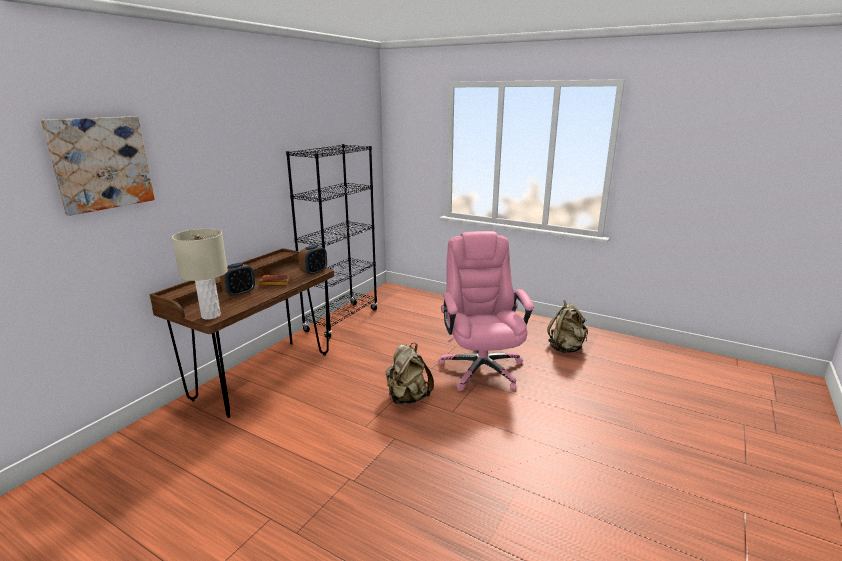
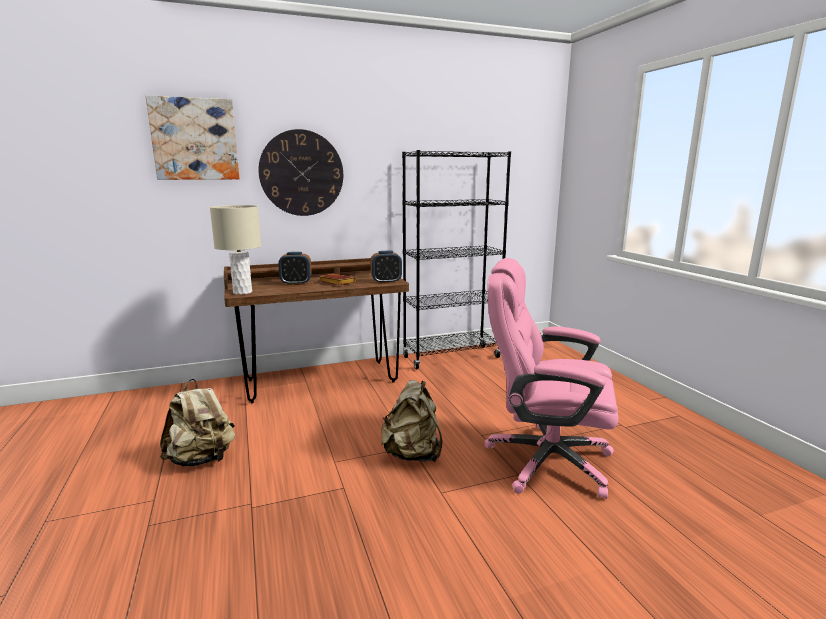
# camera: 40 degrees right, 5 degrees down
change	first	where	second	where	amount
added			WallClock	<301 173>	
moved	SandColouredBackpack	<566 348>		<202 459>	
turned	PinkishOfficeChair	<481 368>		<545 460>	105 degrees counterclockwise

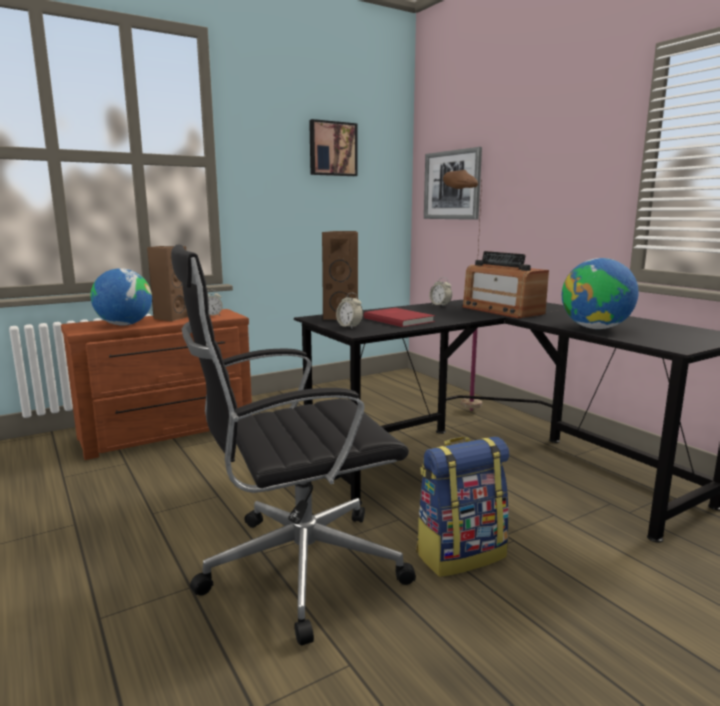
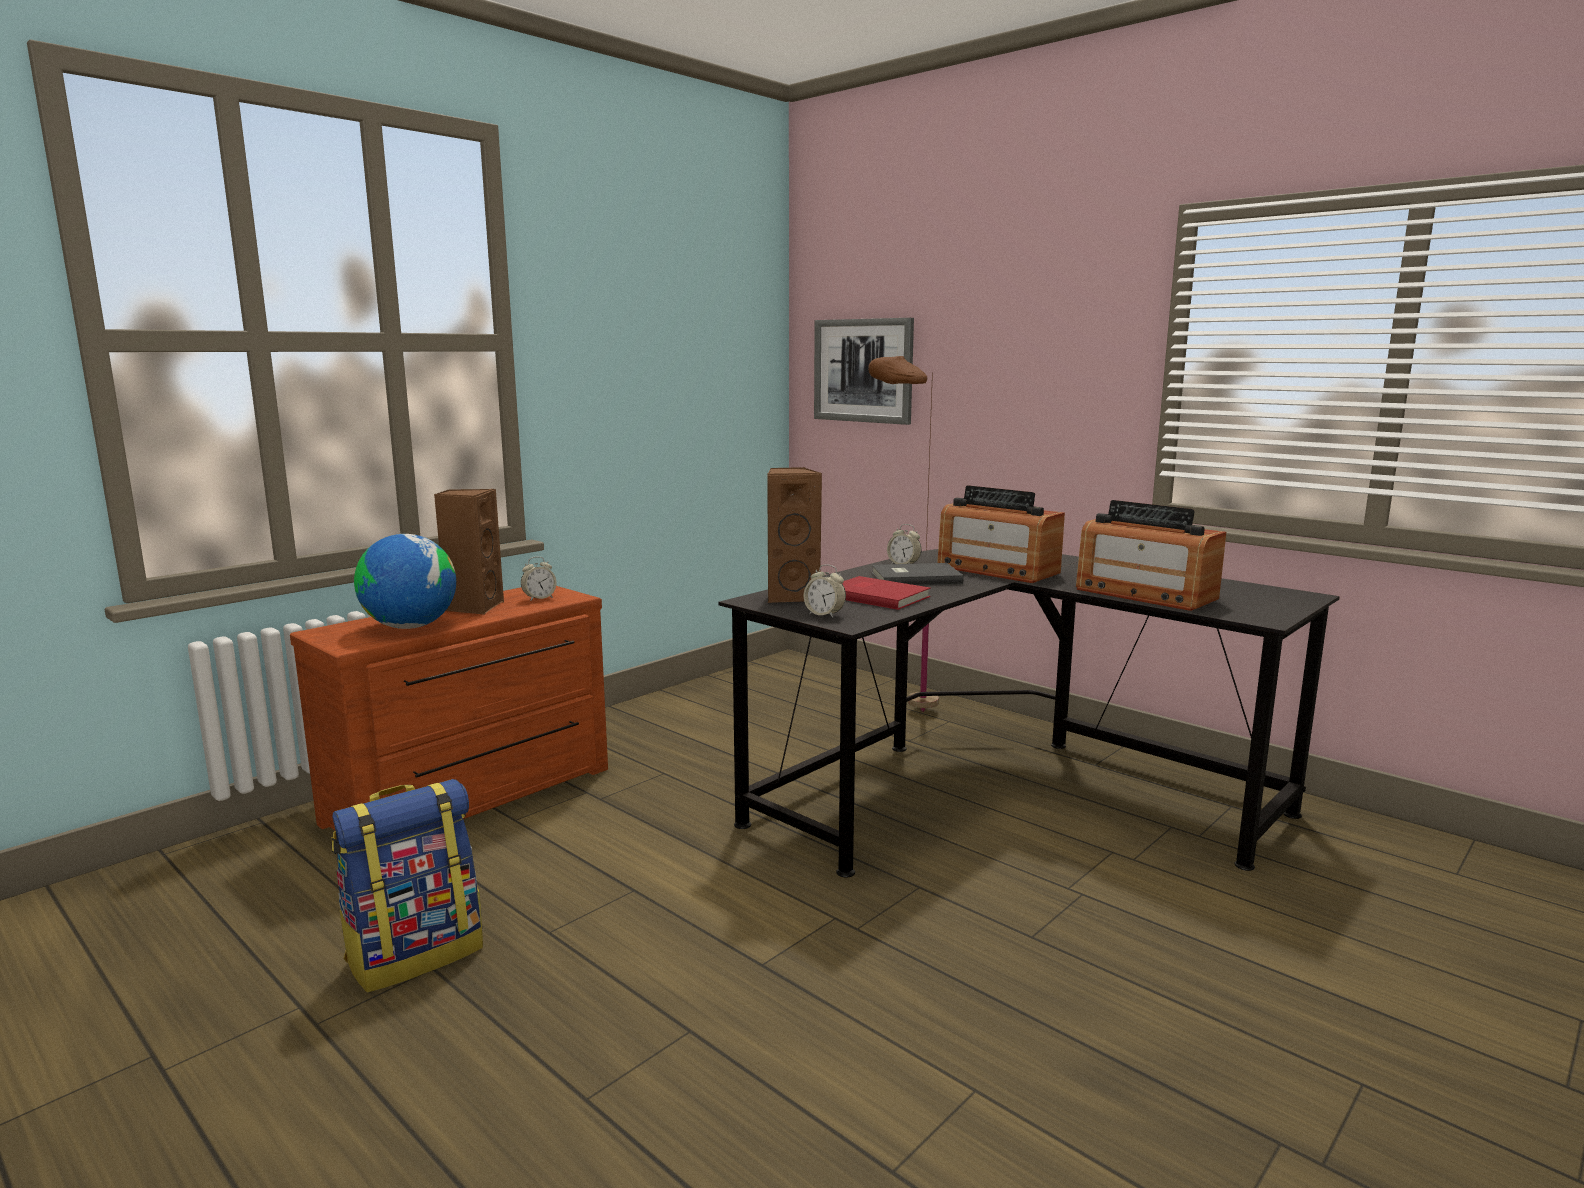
# camera: 15 degrees left, 0 degrees up
change	first	where	second	where	amount
removed	BlackColouredOfficeChair	<296 568>			
removed	Picture	<332 149>			
added			GreyVolume	<914 578>	
moved	Backpack	<460 554>		<416 954>	
replaced	Globe	<595 328>	RadioReceiver	<1145 594>	

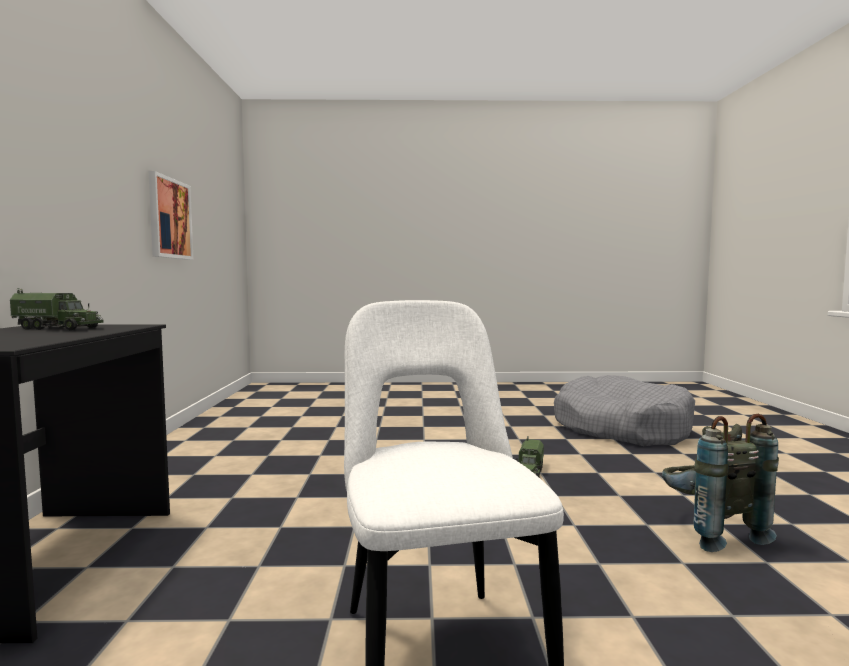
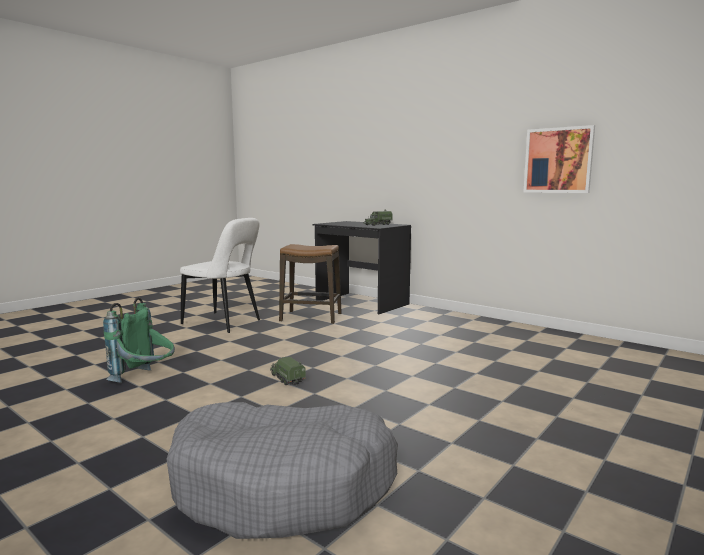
# camera: 130 degrees right, 5 degrees up
change	first	where	second	where	amount
added			StoolSeat	<311 317>	
recoloured	GreyBackpack	<708 531>	GreenBackpack	<146 379>	

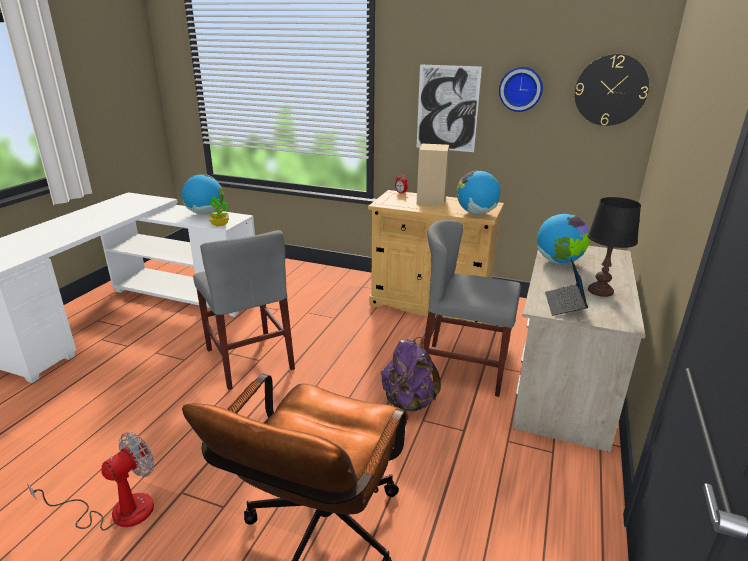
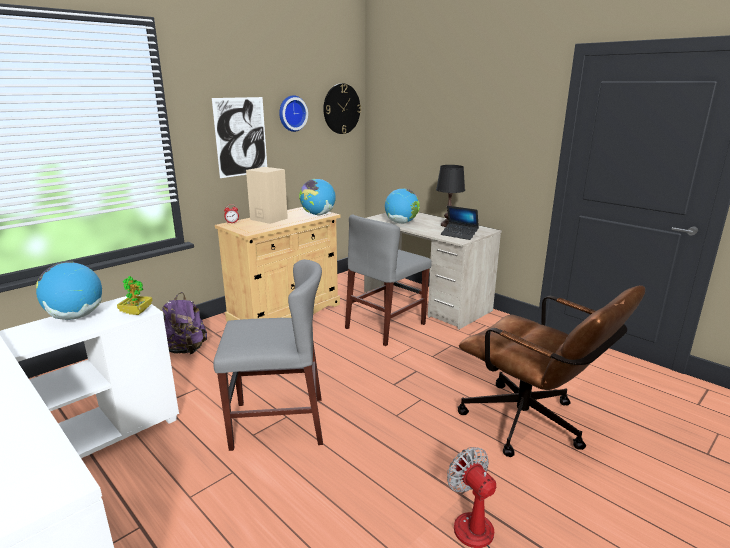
# camera: 65 degrees left, 5 degrees down
change	first	where	second	where	amount
moved	PurpleBackpack	<408 403>		<186 350>	

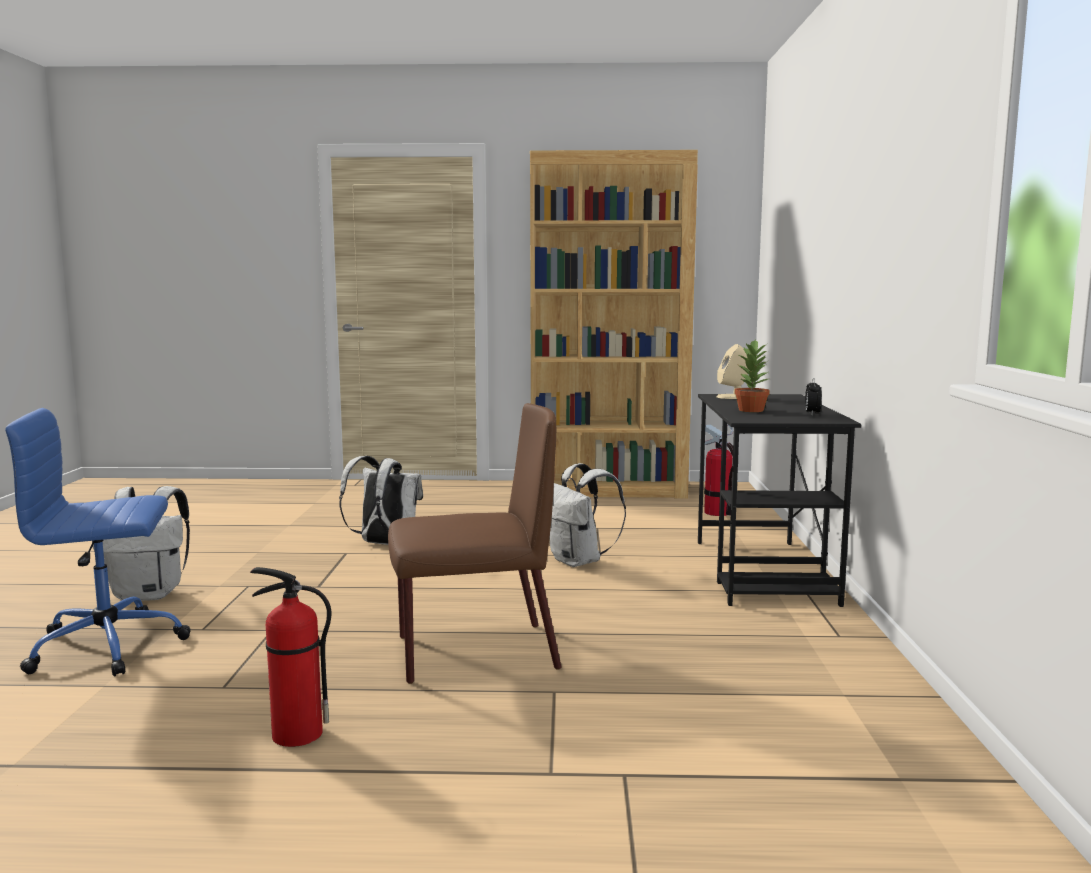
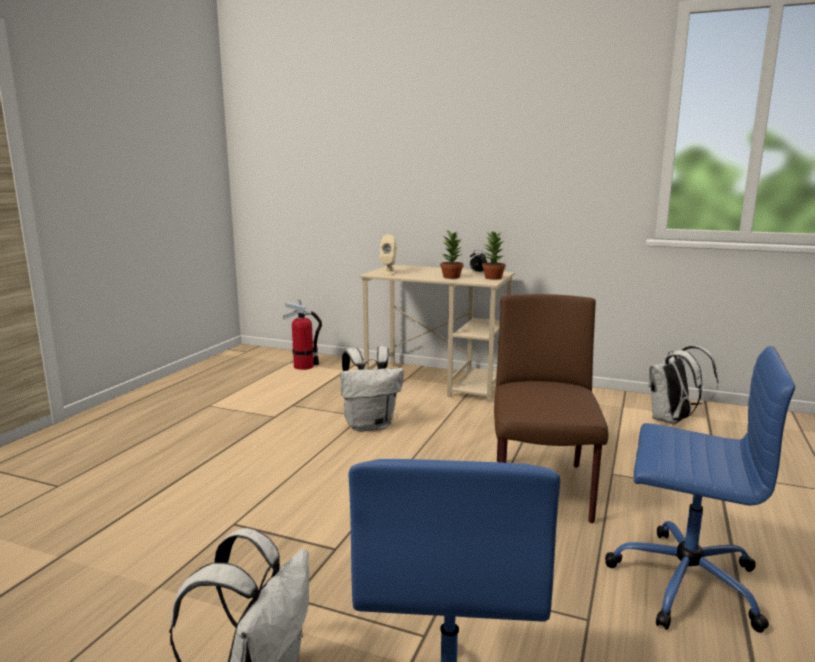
# camera: 70 degrees left, 5 degrees up
change	first	where	second	where	amount
removed	BrownColouredBookcase	<608 489>			
added			PlantInAPot	<492 278>	
moved	WhiteBackpack	<384 544>		<672 421>	
replaced	FireExtinguisher	<295 734>	BlueOfficeChair	<683 581>	
recoloured	BlackColouredDeskUnit	<763 572>	SandColouredDeskUnit	<438 382>	

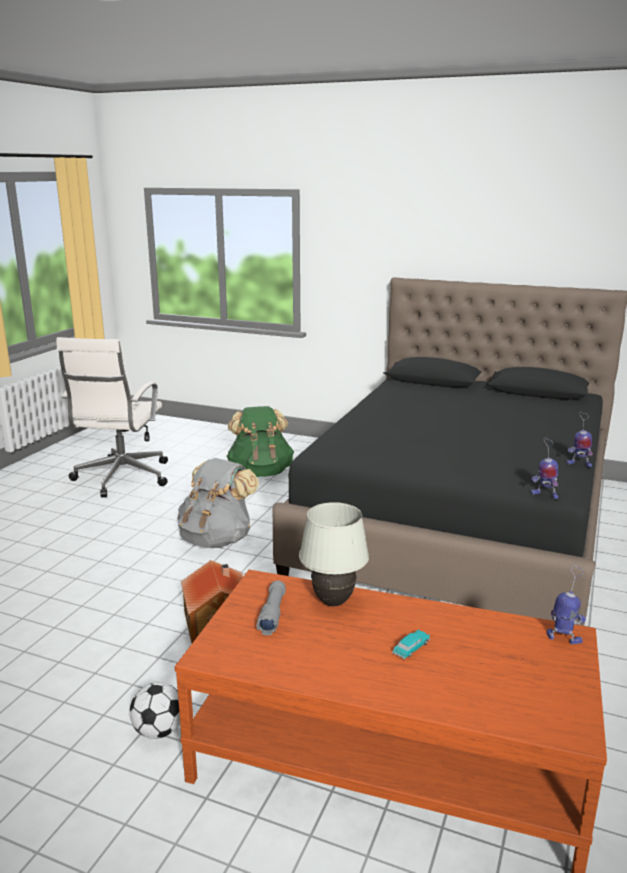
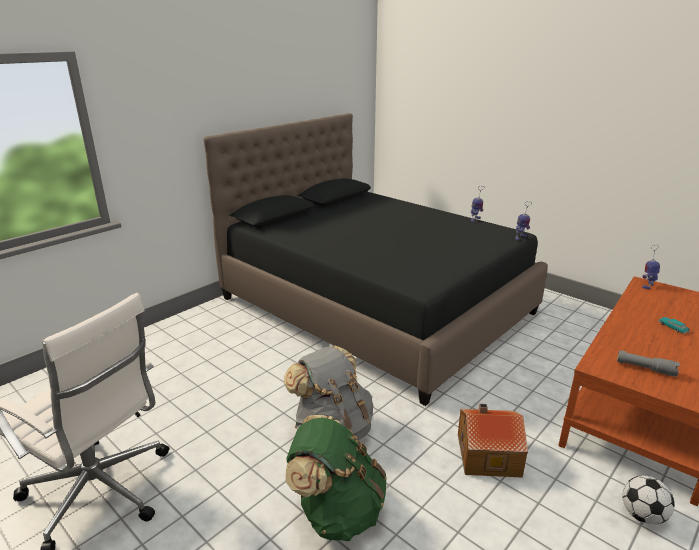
# camera: 70 degrees left, 5 degrees up
change	first	where	second	where	amount
removed	WhiteTabletopLamp	<333 602>			
moved	GreenBackpack	<260 473>		<337 511>	

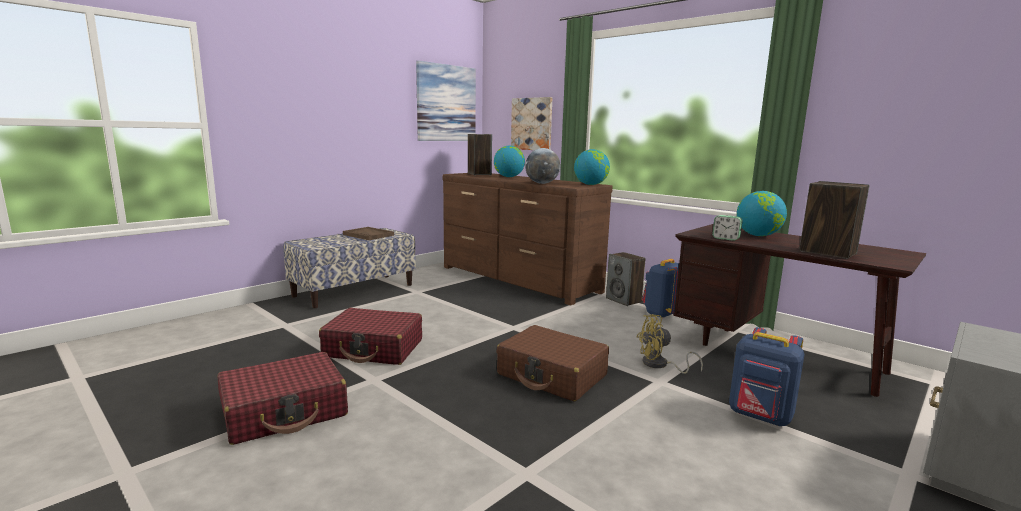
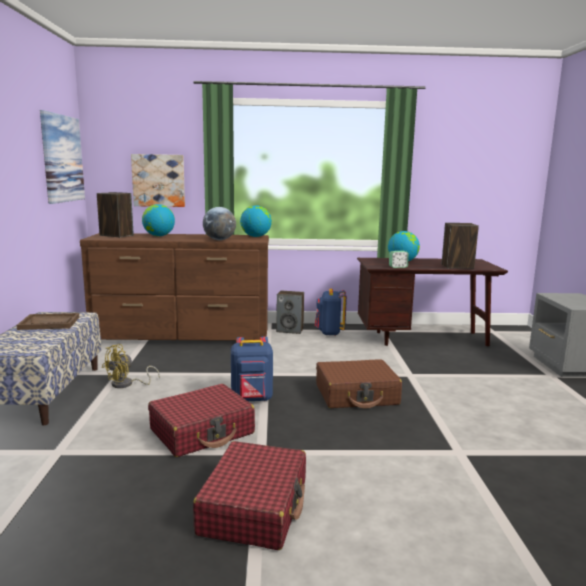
# camera: 45 degrees left, 0 degrees up
change	first	where	second	where	amount
moved	YellowishCoolingFan	<660 365>		<127 384>	
moved	BlueBackpack	<760 417>		<252 399>	

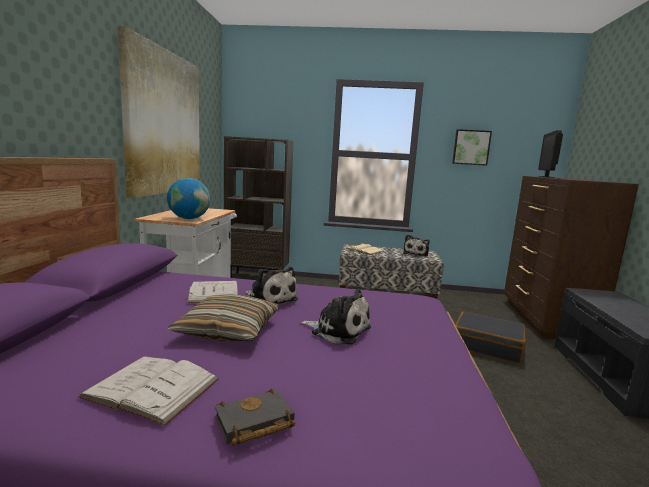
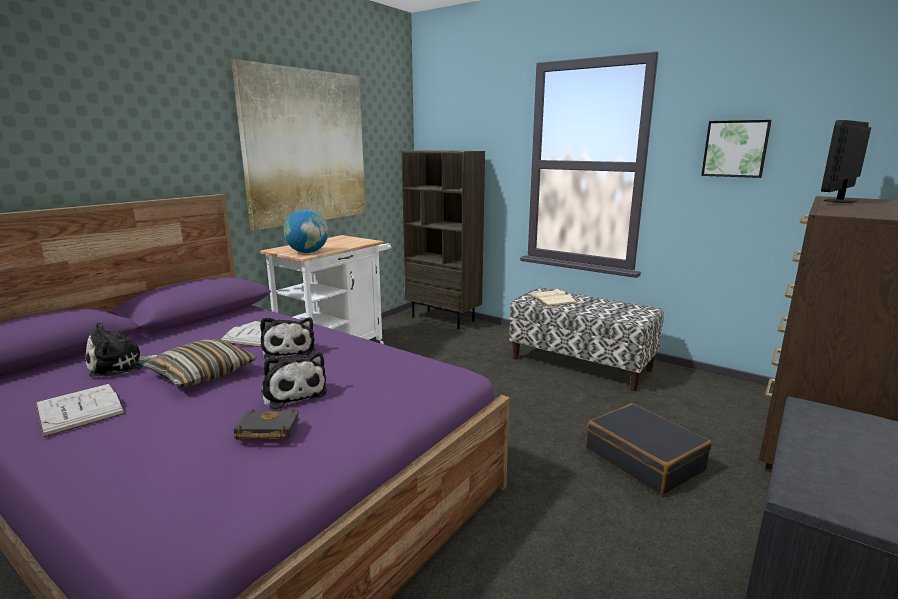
# camera: 30 degrees right, 5 degrees up
change	first	where	second	where	amount
moved	BlackColouredVolume	<253 424>		<265 430>	
moved	SoftToy	<416 254>		<121 366>	

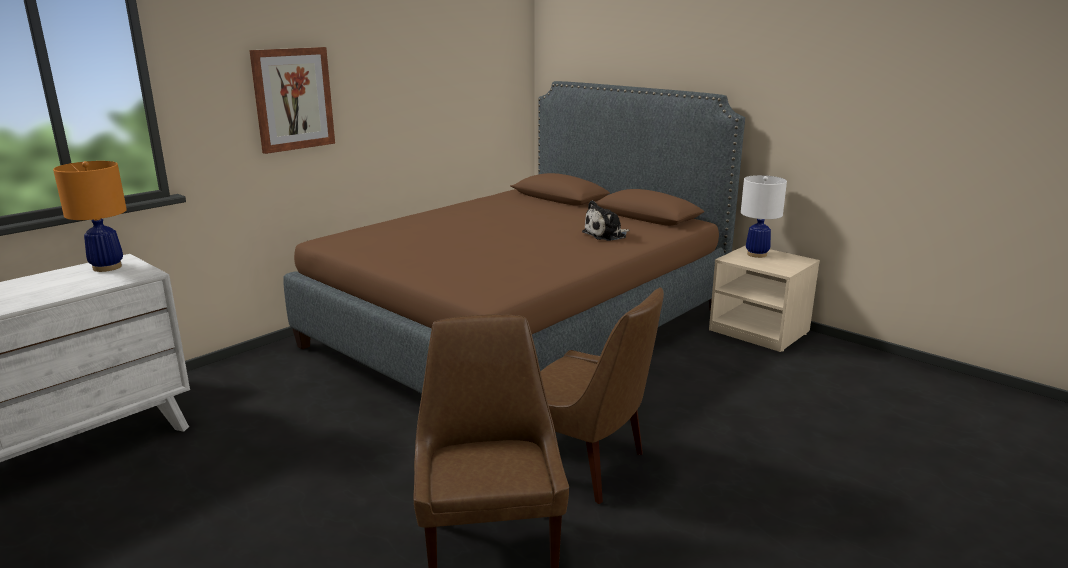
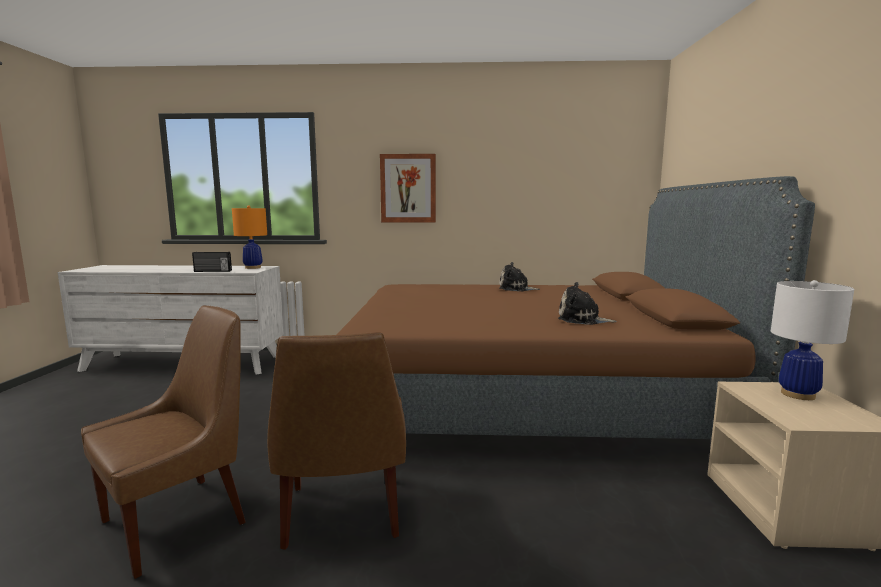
# camera: 50 degrees right, 10 degrees down
change	first	where	second	where	amount
added			RadioReceiver	<212 271>	
added			SoftToy	<516 289>	

